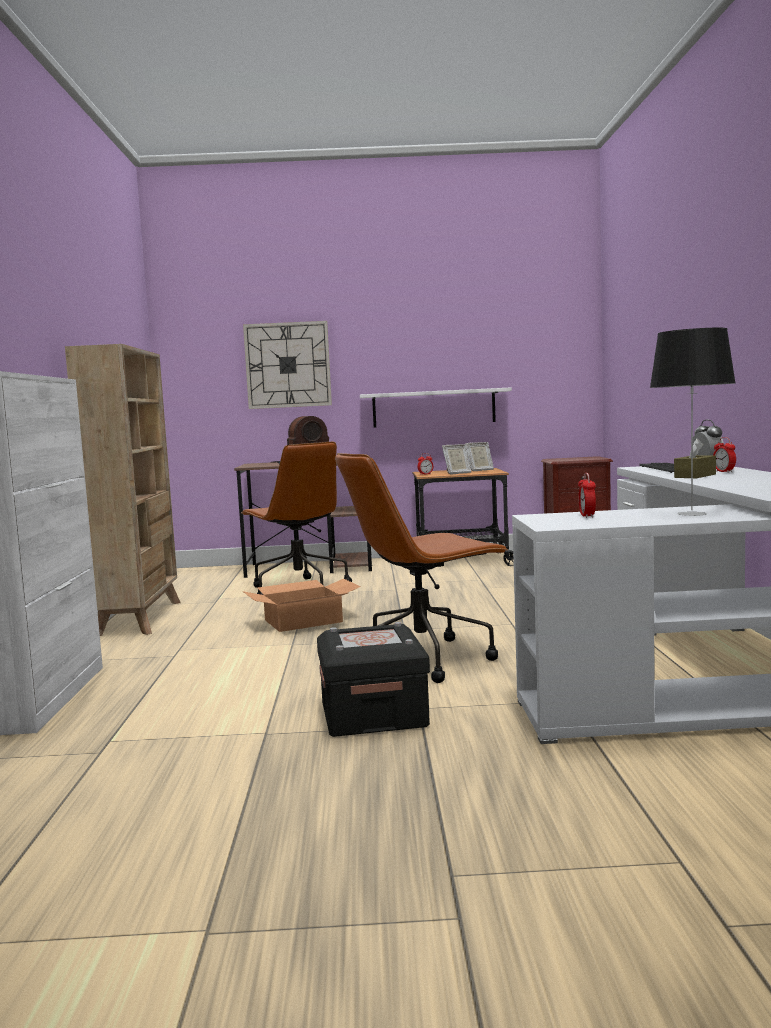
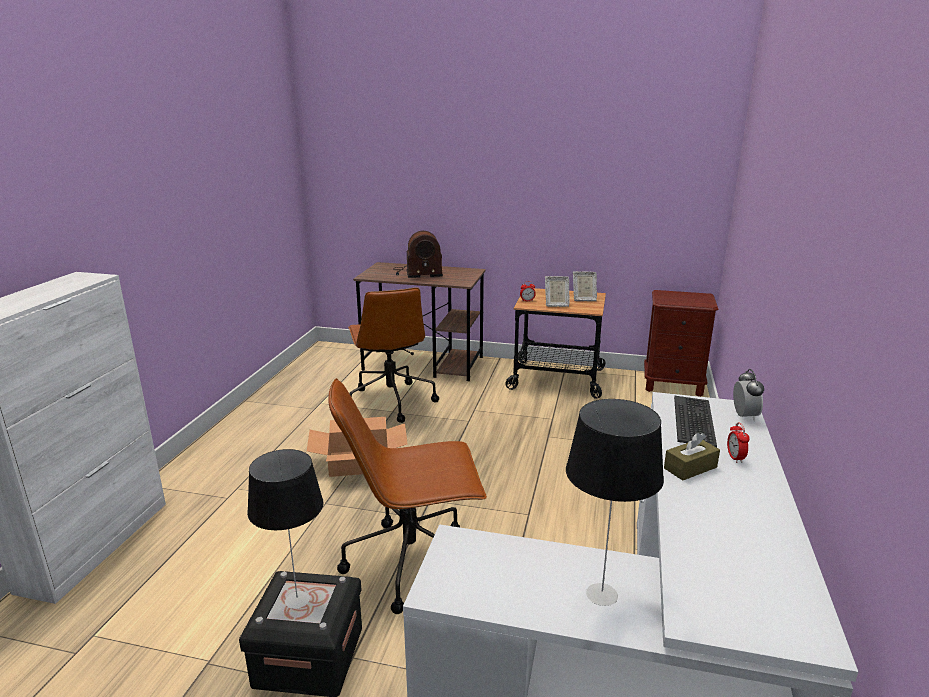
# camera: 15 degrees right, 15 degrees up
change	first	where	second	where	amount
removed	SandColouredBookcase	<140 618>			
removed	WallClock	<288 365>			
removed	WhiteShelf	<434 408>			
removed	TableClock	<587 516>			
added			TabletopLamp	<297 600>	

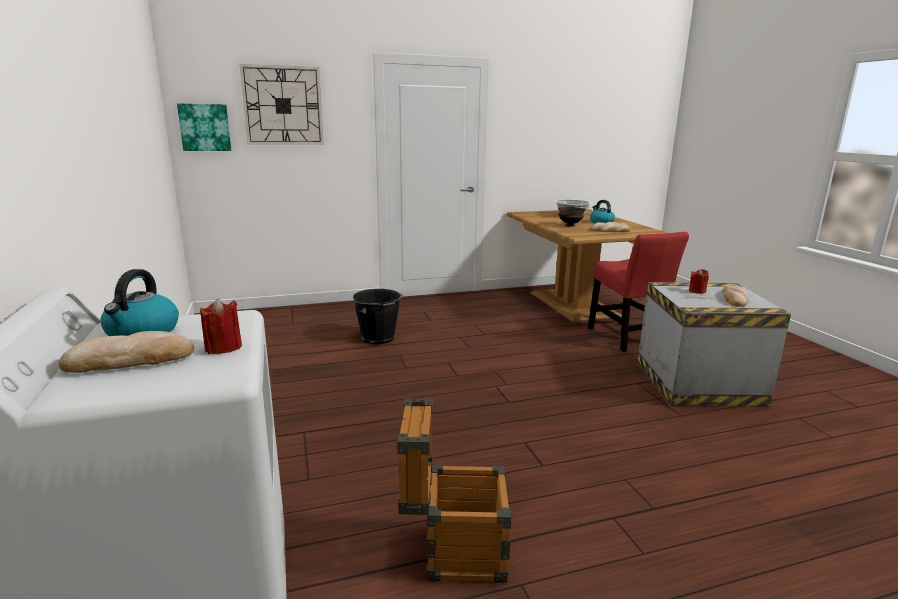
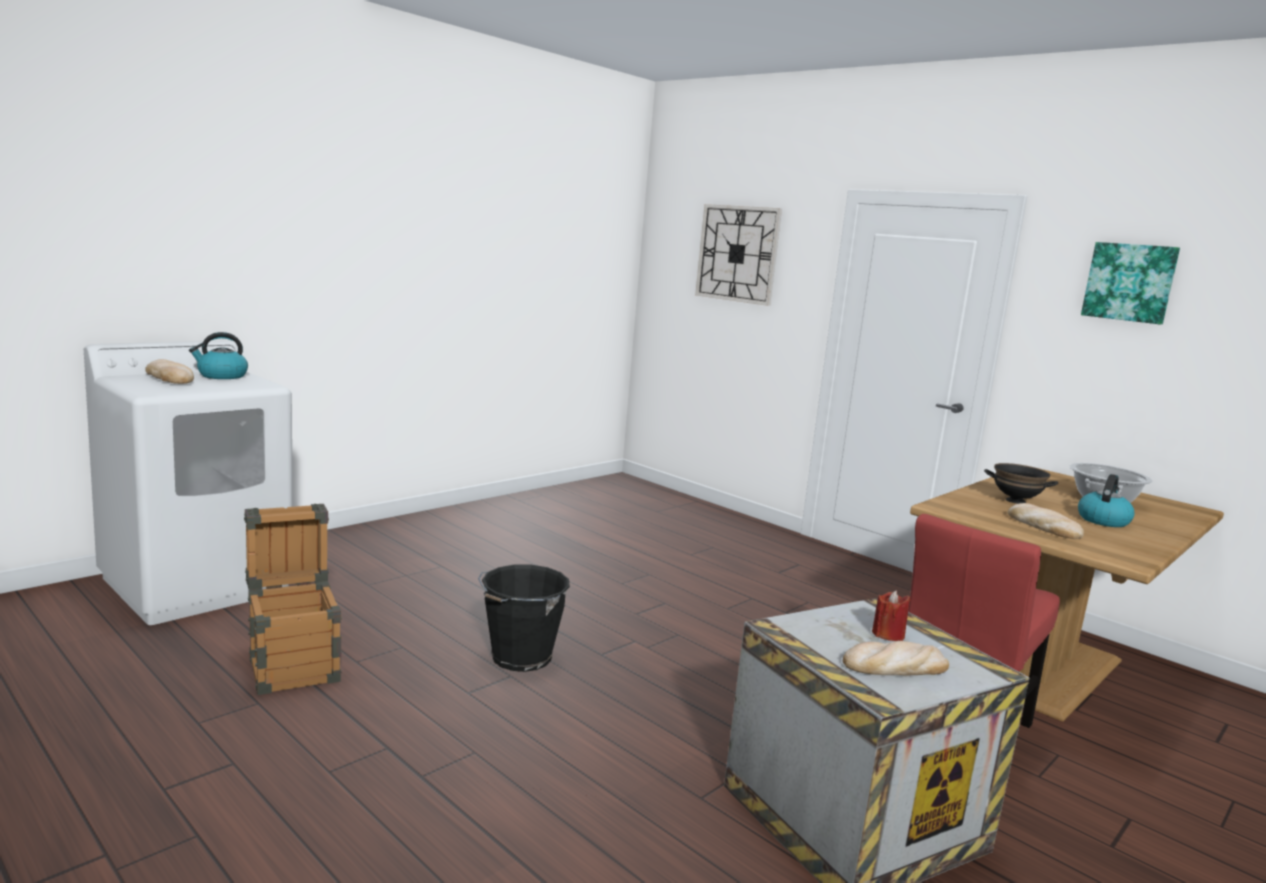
# camera: 60 degrees right, 5 degrees down
change	first	where	second	where	amount
removed	ReddishCandle	<223 347>			
moved	Picture	<205 127>		<1129 282>	
moved	BlackColouredPail	<378 338>		<519 658>	

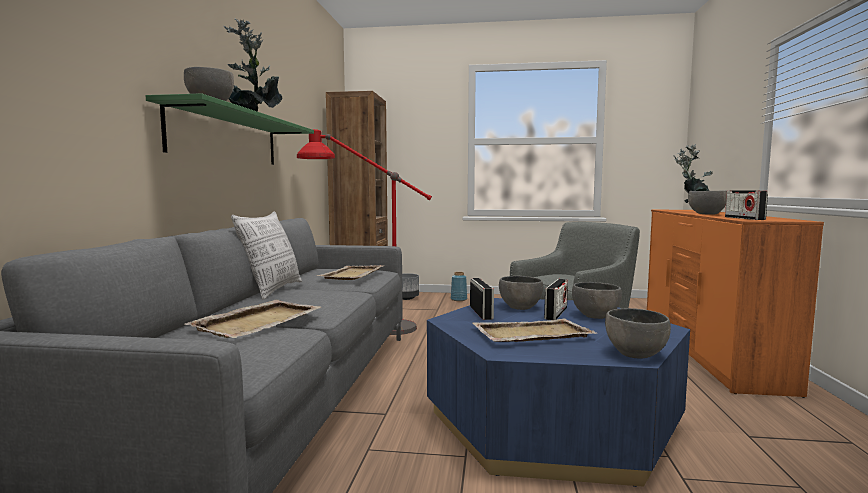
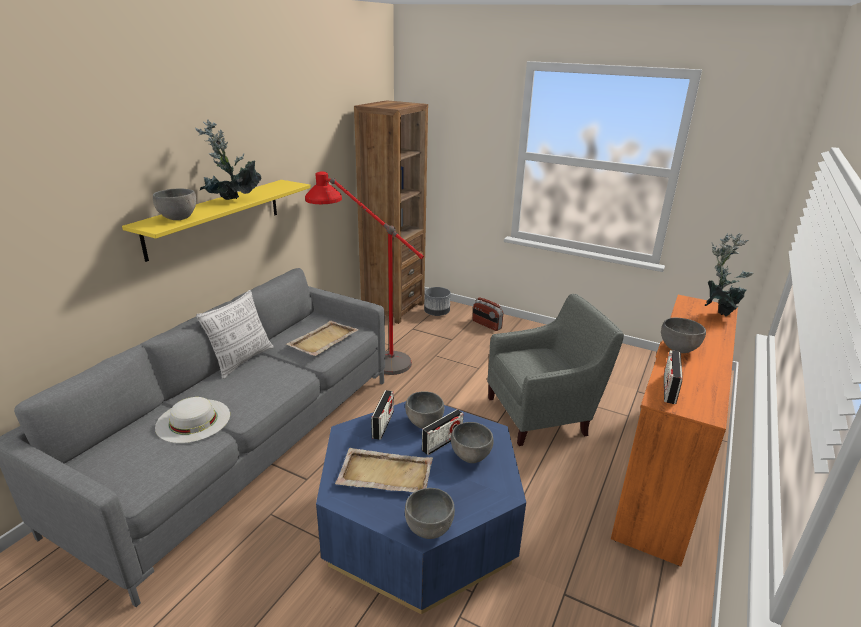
# camera: 20 degrees right, 20 degrees up
change	first	where	second	where	amount
replaced	SandColouredTray	<259 321>	WhiteHat	<193 420>	
replaced	BlueDecorativeVase	<459 299>	RadioReceiver	<486 325>	
recoloured	GreenShelf	<227 138>	YellowishShelf	<215 217>	

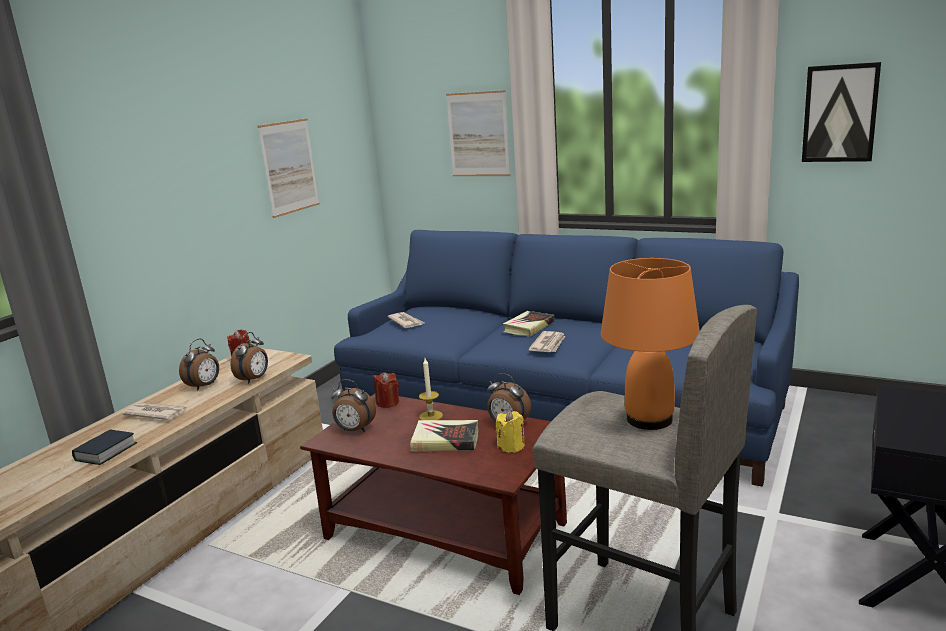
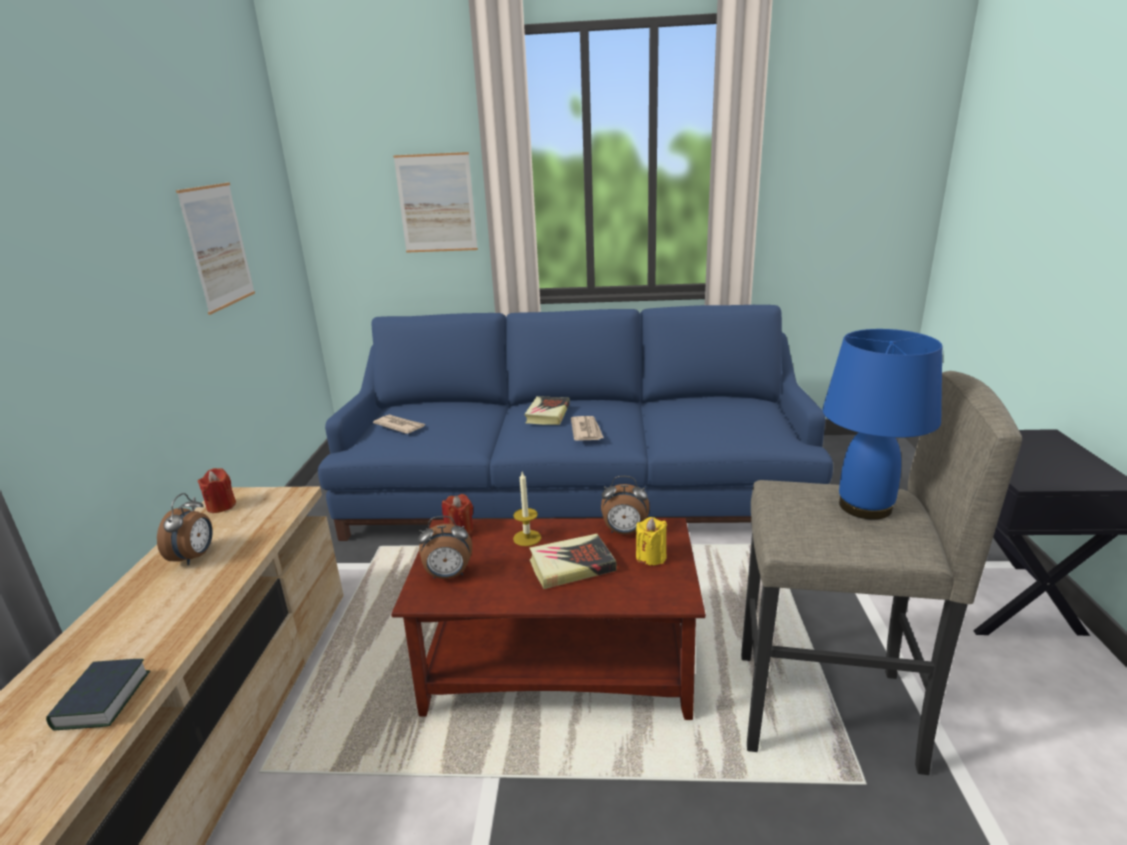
# camera: 25 degrees left, 5 degrees up
change	first	where	second	where	amount
removed	DailyPaper	<156 413>			
removed	TableClock	<254 379>			
removed	Picture	<840 113>			
recoloured	OrangeTabletopLamp	<650 419>	BlueTabletopLamp	<865 506>	

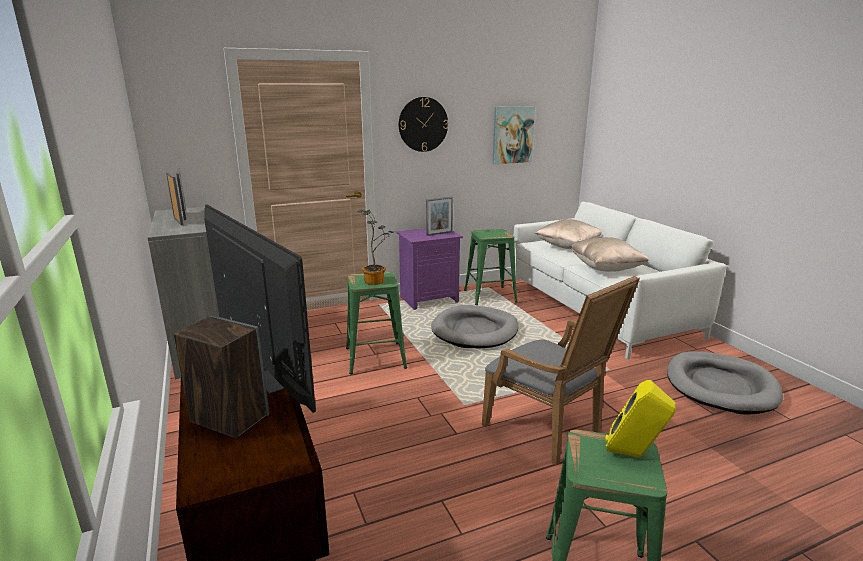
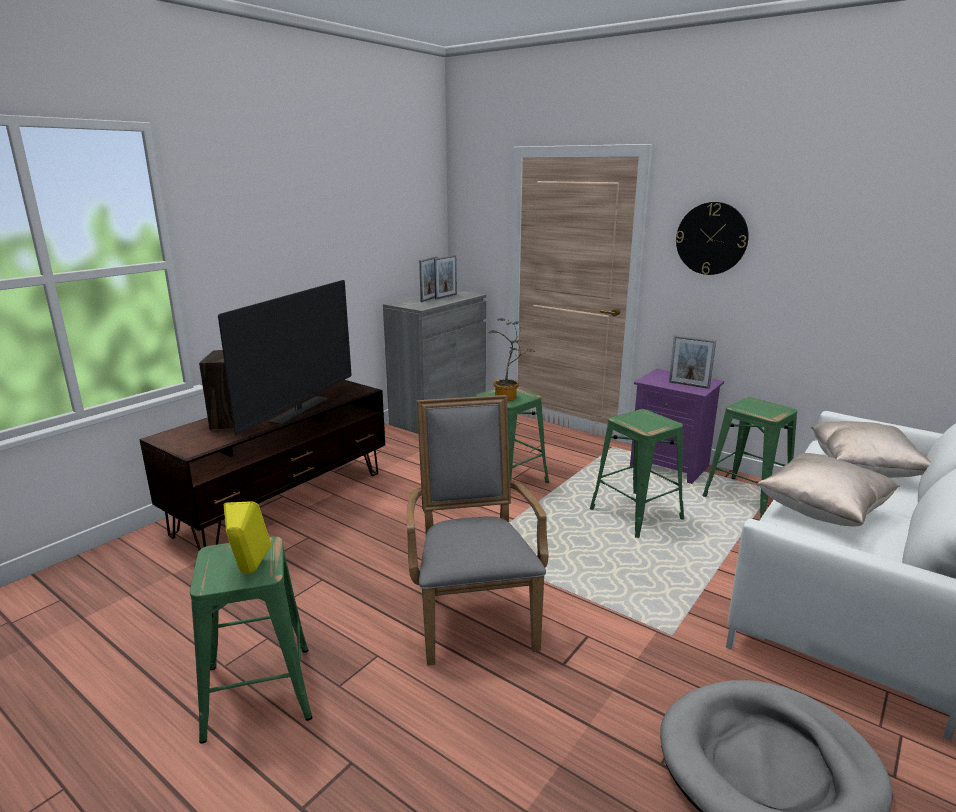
# camera: 60 degrees right, 0 degrees up
change	first	where	second	where	amount
removed	Picture	<512 135>			
replaced	GreyPetBed	<475 330>	GreenStoolSeat	<636 513>	
turned	GreyEasyChair	<548 431>		<473 614>	150 degrees clockwise

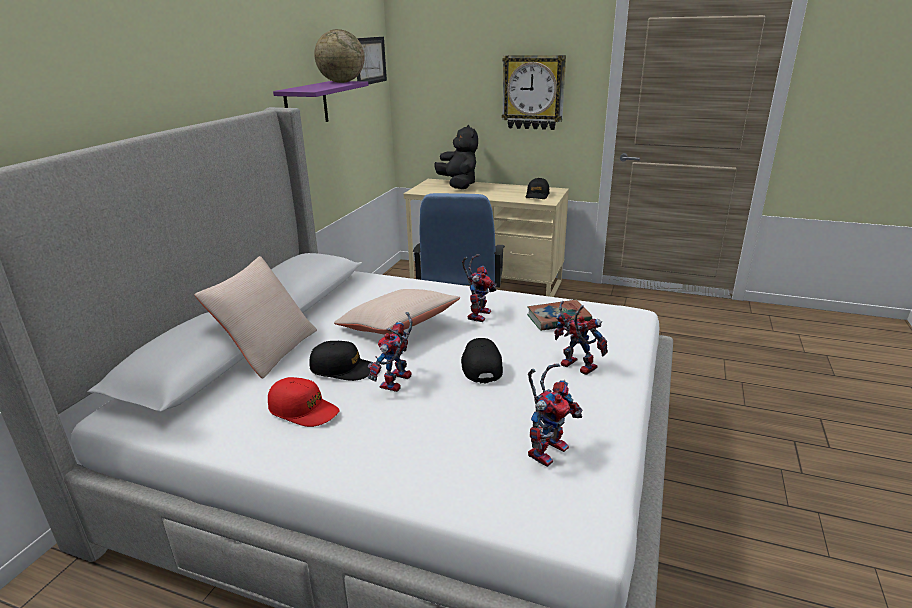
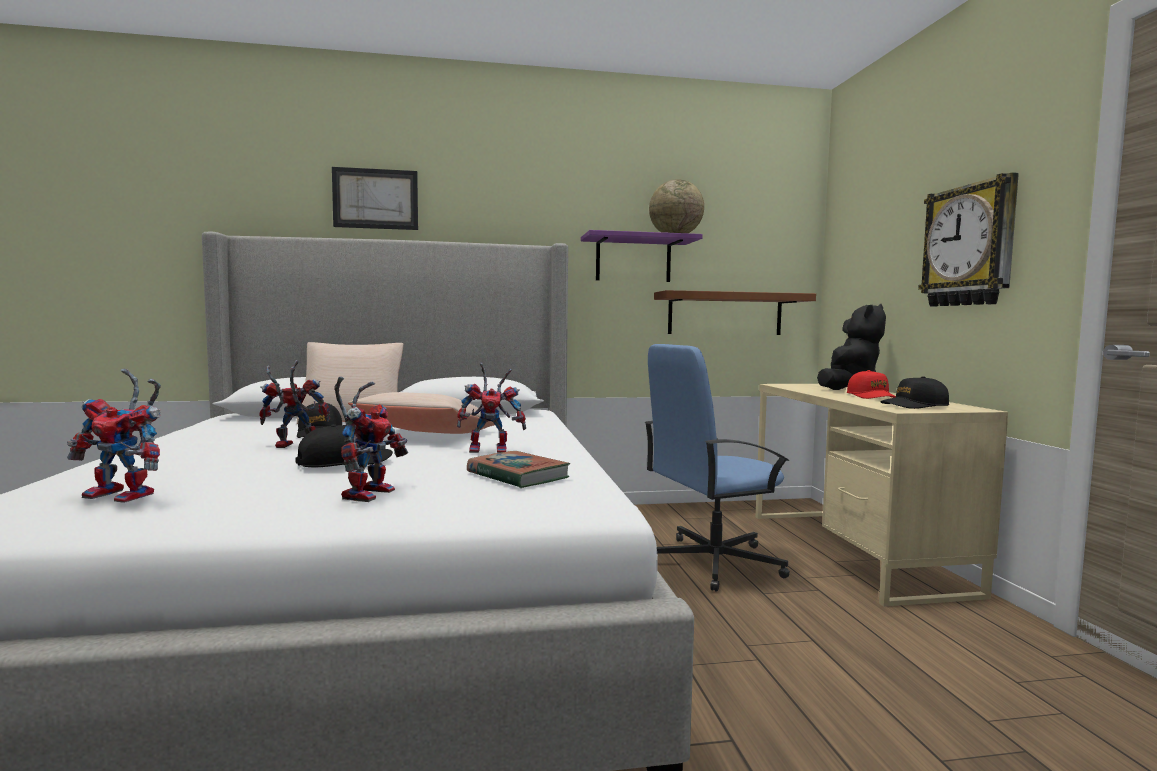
# camera: 60 degrees right, 20 degrees down
change	first	where	second	where	amount
added			BrownColouredShelf	<725 314>	
moved	ReddishBaseballCap	<303 410>		<871 396>	
moved	Picture	<370 60>		<375 199>	

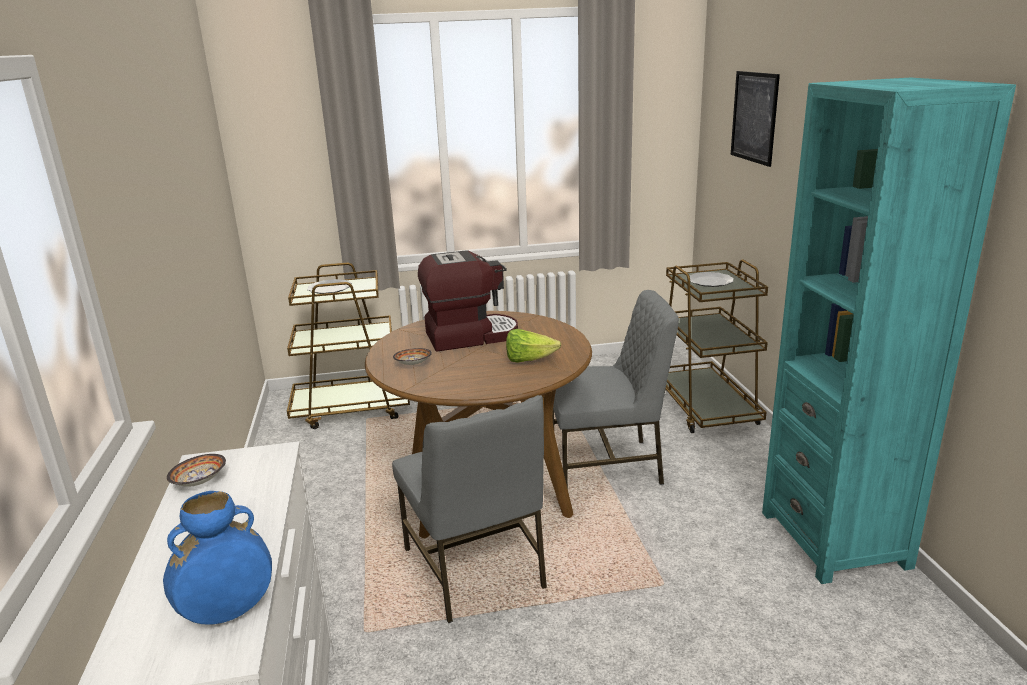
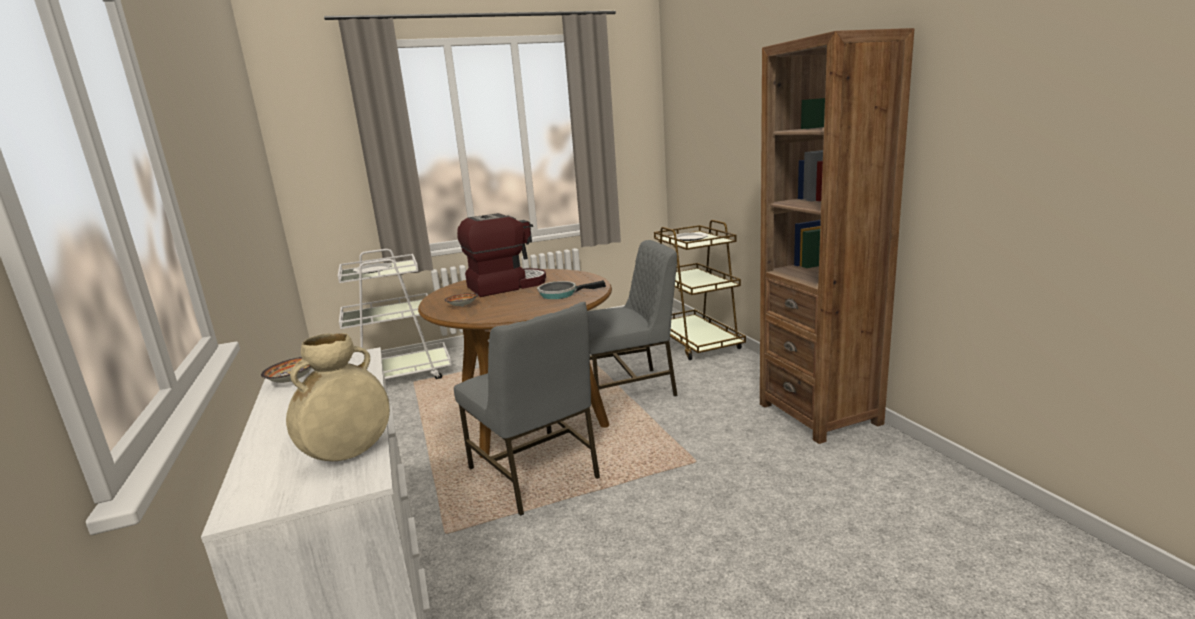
# camera: 10 degrees left, 5 degrees down
change	first	where	second	where	amount
removed	Picture	<754 117>			
replaced	Lettuce	<529 360>	FryingPan	<561 294>	
recoloured	BlueDecorativeVase	<228 612>	SandColouredDecorativeVase	<349 454>	
recoloured	BrownColouredCart	<352 409>	WhiteCart	<399 376>	
recoloured	TurquoiseColouredBookcase	<834 539>	BrownColouredBookcase	<819 413>	

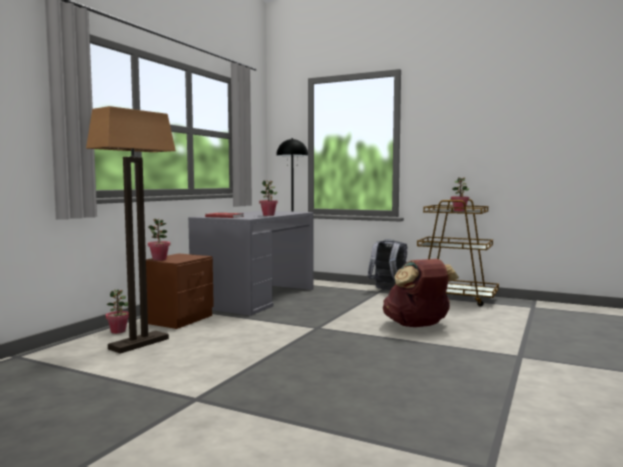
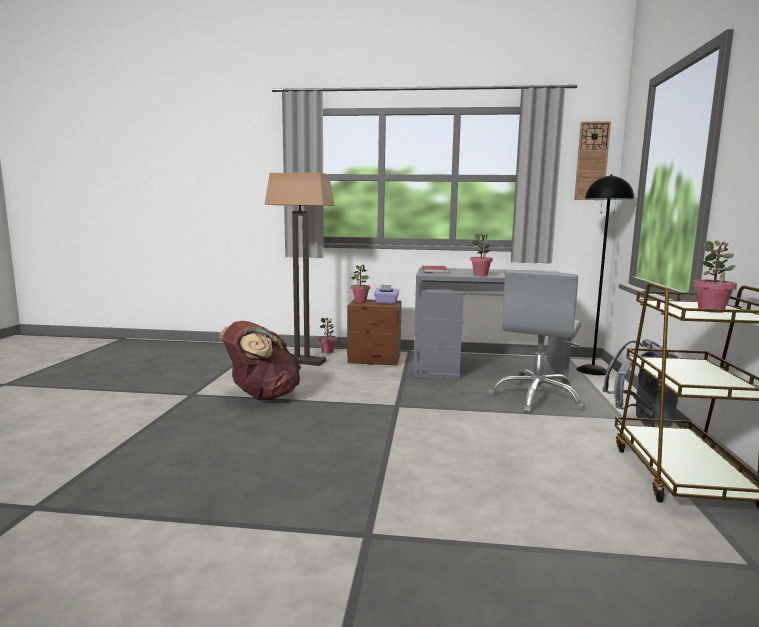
# camera: 70 degrees right, 5 degrees up
change	first	where	second	where	amount
added			PurpleTissueHolder	<386 302>	
added			GreyOfficeChair	<537 398>	
added			WallClock	<592 161>	
moved	BrownColouredBackpack	<417 326>		<262 396>	

